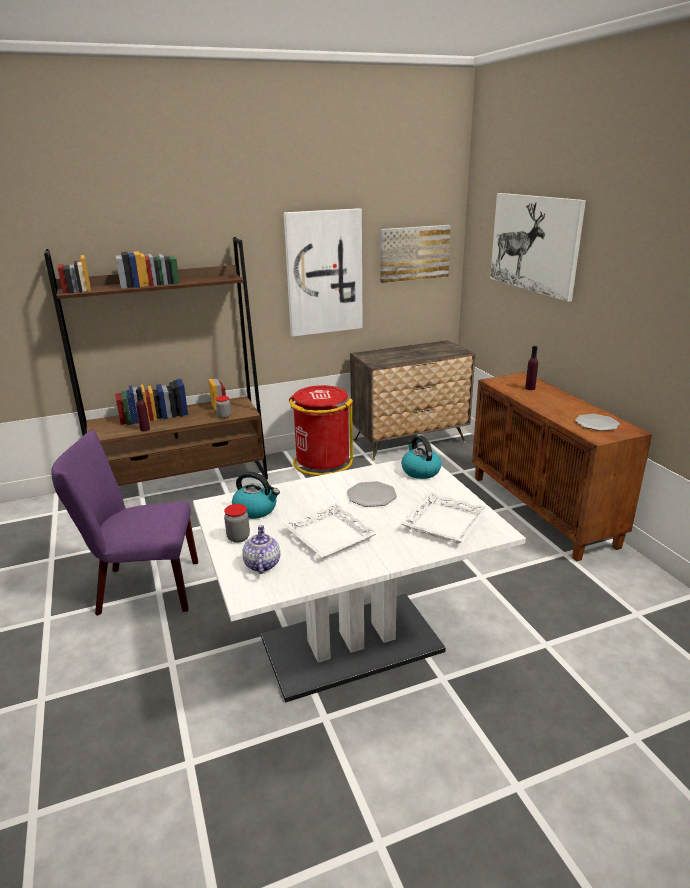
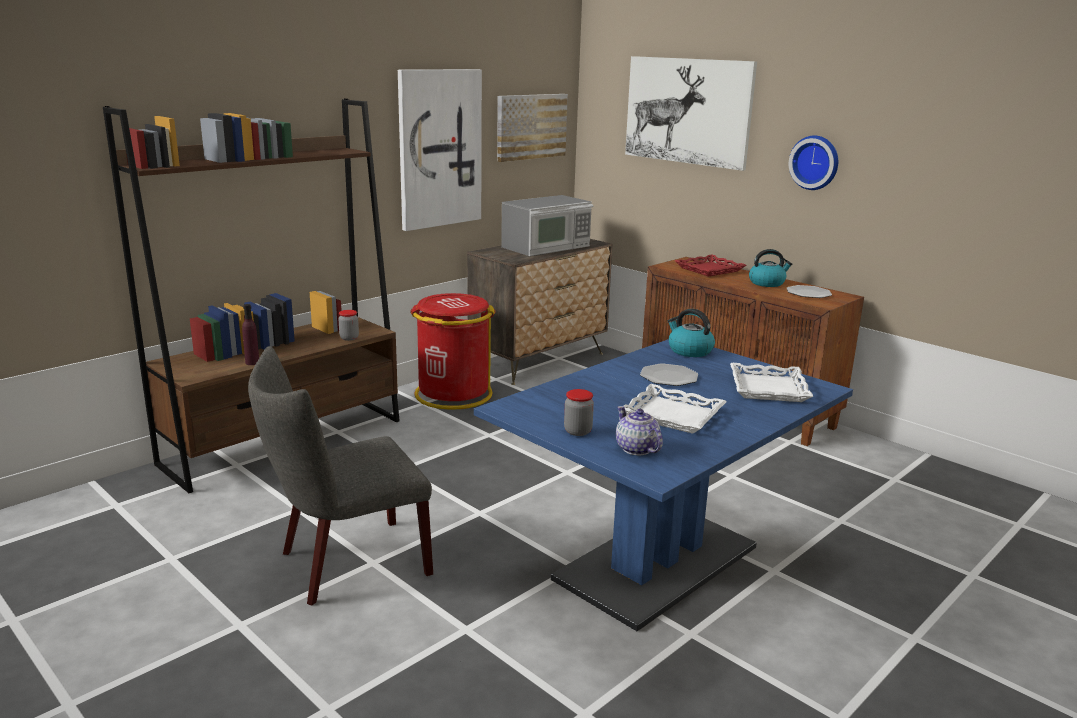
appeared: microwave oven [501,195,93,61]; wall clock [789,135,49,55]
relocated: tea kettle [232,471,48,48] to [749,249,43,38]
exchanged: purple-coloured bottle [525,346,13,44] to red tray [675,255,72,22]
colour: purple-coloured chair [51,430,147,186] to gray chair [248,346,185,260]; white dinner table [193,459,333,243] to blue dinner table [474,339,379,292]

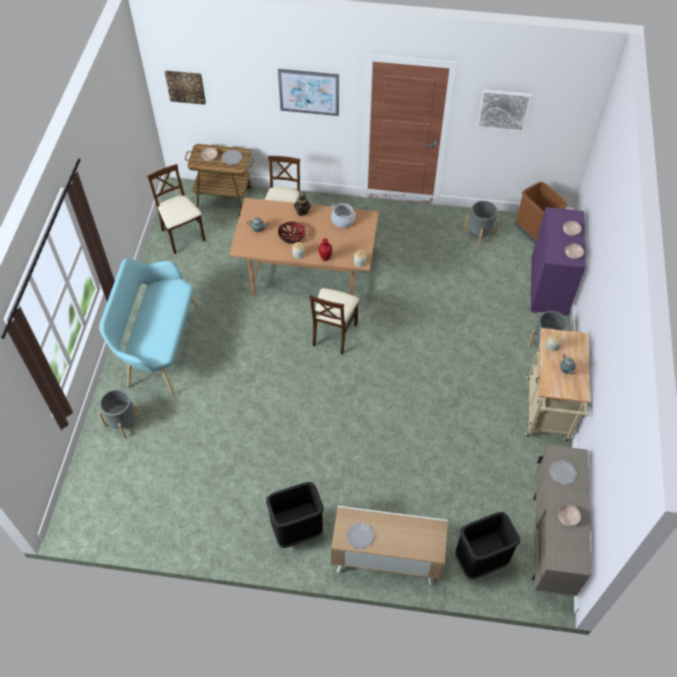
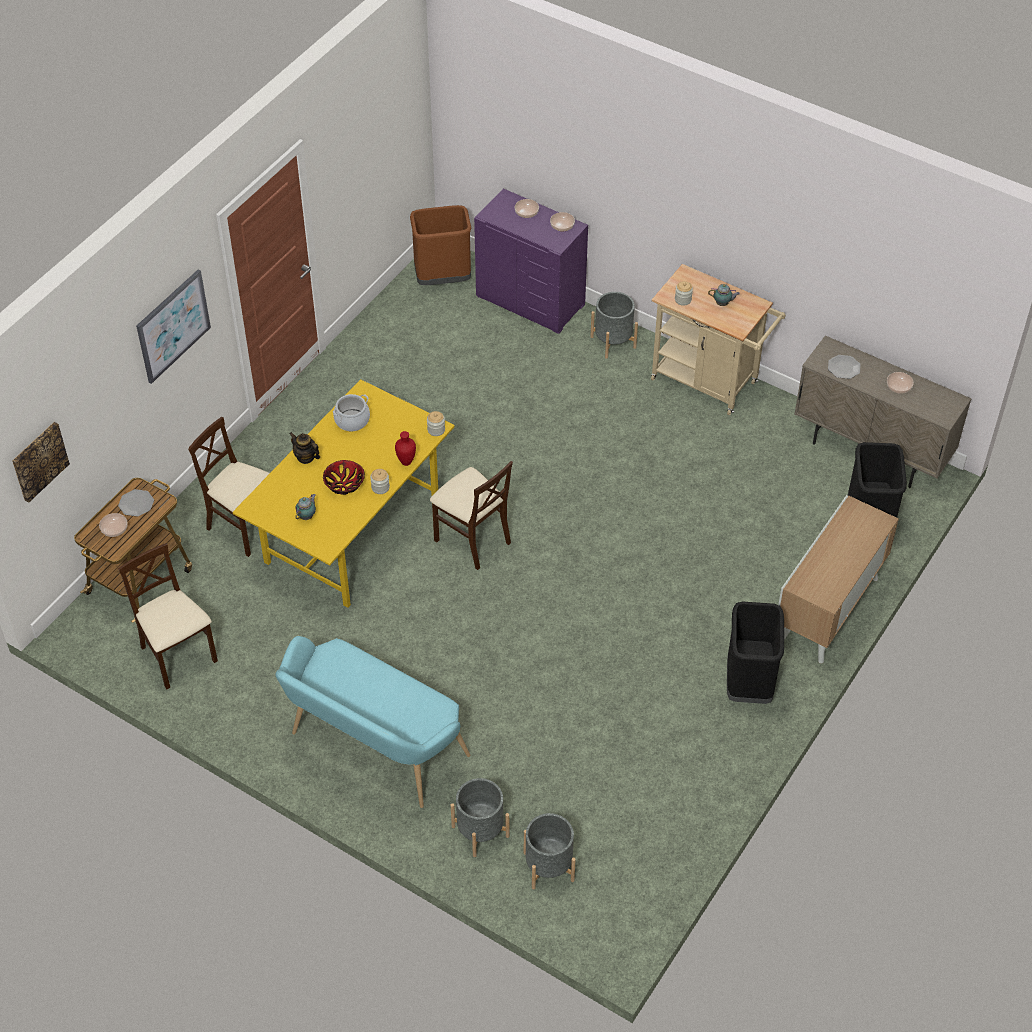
missing: plate [346,522,28,27]; picture [477,89,54,43]
relocated: gray flower pot [464,201,35,45] to [524,813,52,76]
colour: brownish dinner table [229,198,150,98] to yellowish dinner table [233,379,222,229]
spun: sand-coloured chair [147,164,59,91] = [118,543,100,147] 60 degrees clockwise

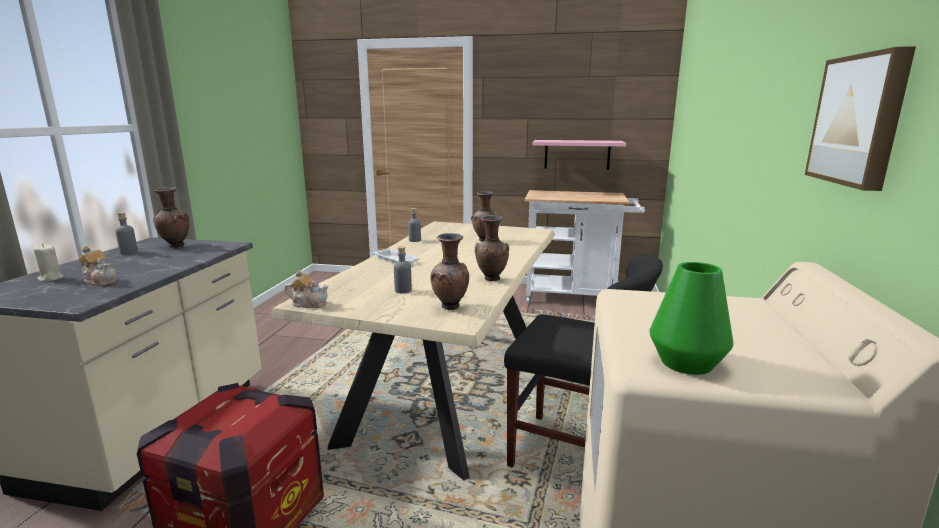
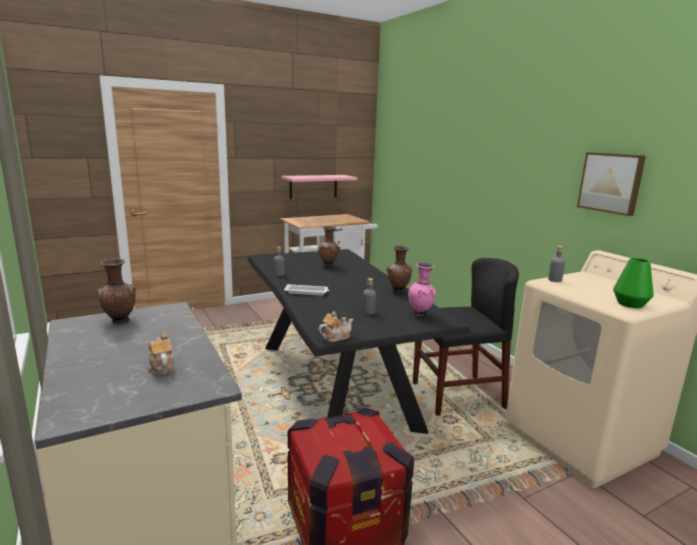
missing: sand-coloured wax light [33,244,31,38]
relocated: gray bottle [115,212,23,43] to [548,246,17,36]
colour: sand-coloured dinner table [269,221,286,260] to blackish dinner table [248,249,223,185]; brownish vase [430,233,39,77] to pink vase [408,262,28,55]
spun: tea pot [78,246,39,40] = [148,333,26,41] 105 degrees counterclockwise

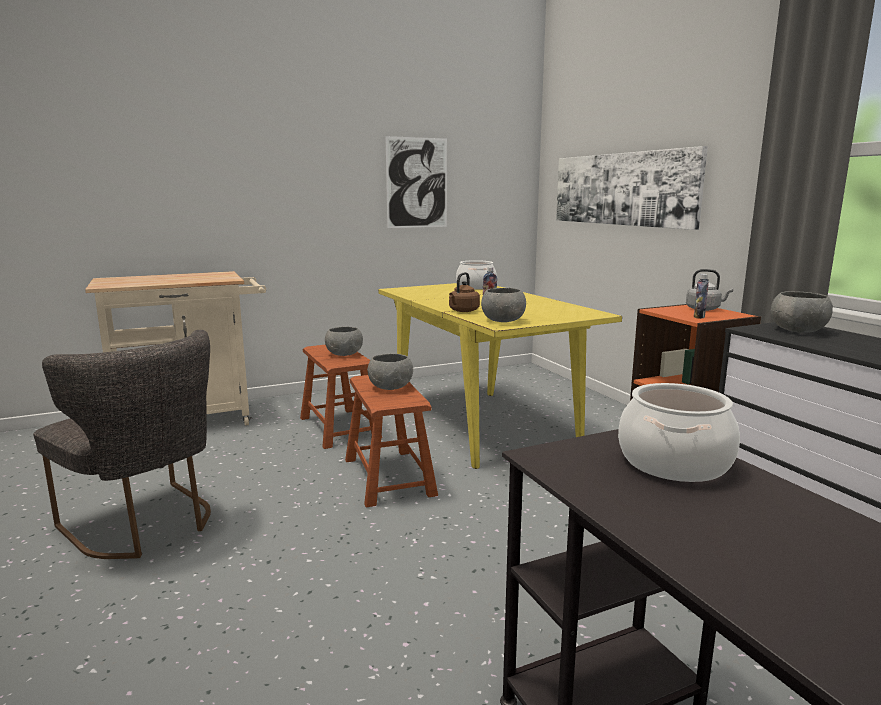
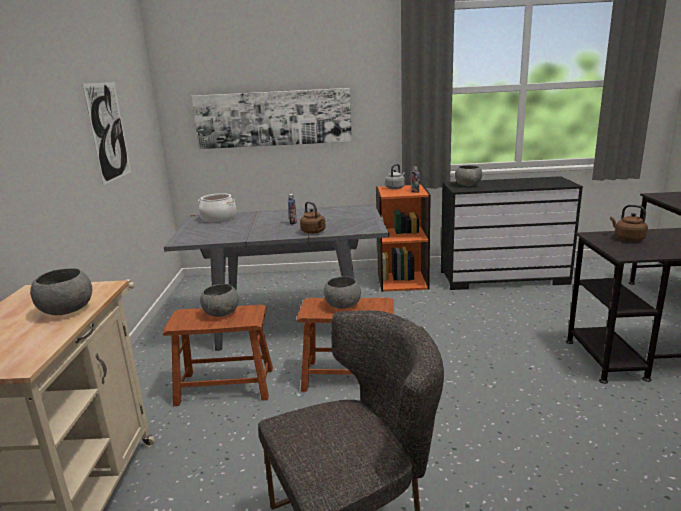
relocated: gray bowl [481,288,45,34] to [30,268,62,47]
exchanged: cooking pot [618,383,122,99] to brownish tea kettle [610,205,38,36]
colour: yellowish dinner table [378,283,244,186] to gray dinner table [164,204,225,147]

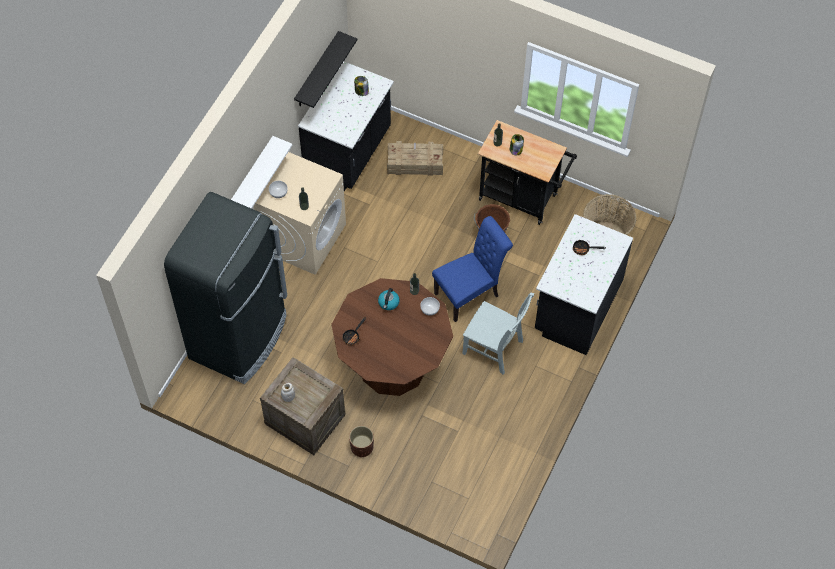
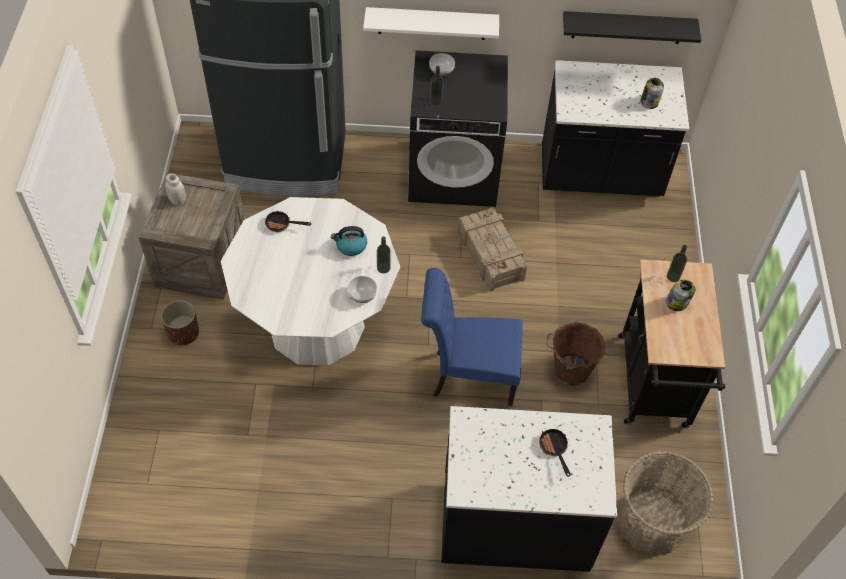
missing: gray chair [462,292,72,82]
relocated: shipping crate [387,141,56,35] to [458,207,69,85]
colour: sand-coloured washing machine [254,152,92,123] to blackish washing machine [408,50,100,157]; brownish dinner table [331,278,122,118] to white dinner table [221,197,179,169]
spun: blue chair [432,216,81,106] = [421,268,102,138] 150 degrees clockwise

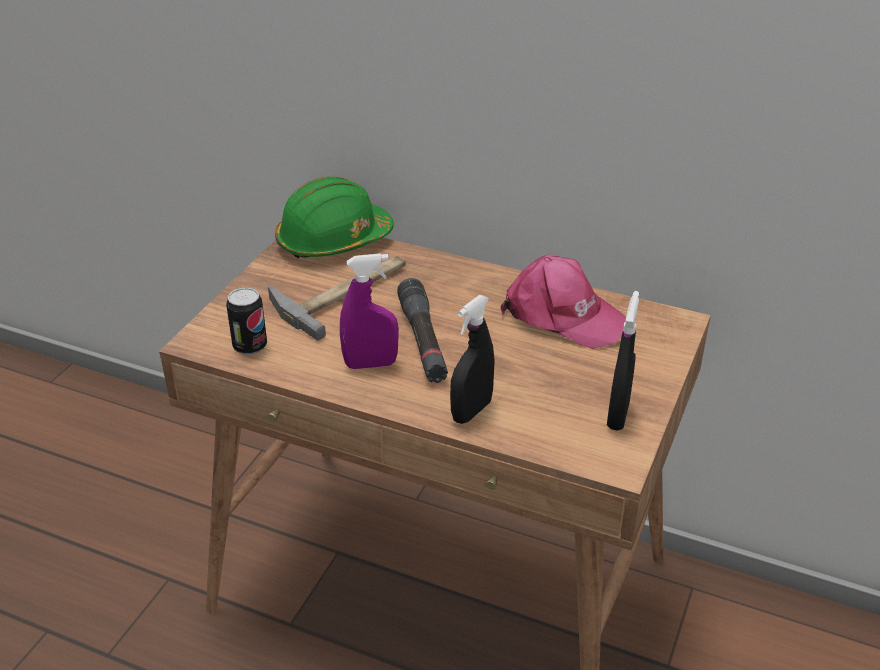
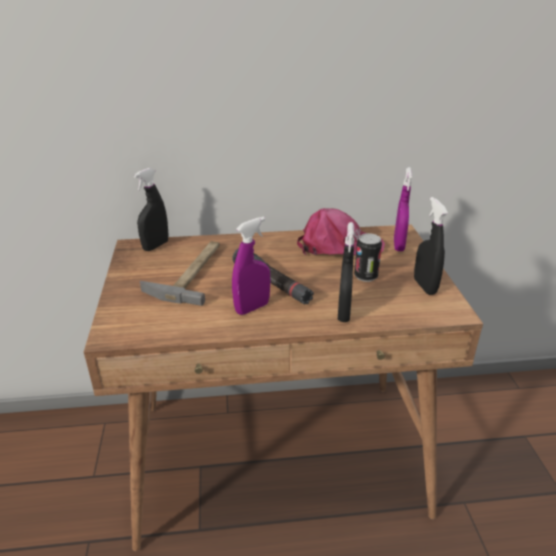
appeared: purple-coloured spray bottle [394,167,18,84]
relocated: sealed can [226,287,41,68] to [354,233,28,49]
exchanged: green work helmet [275,176,119,82] to blackish spray bottle [134,168,34,83]

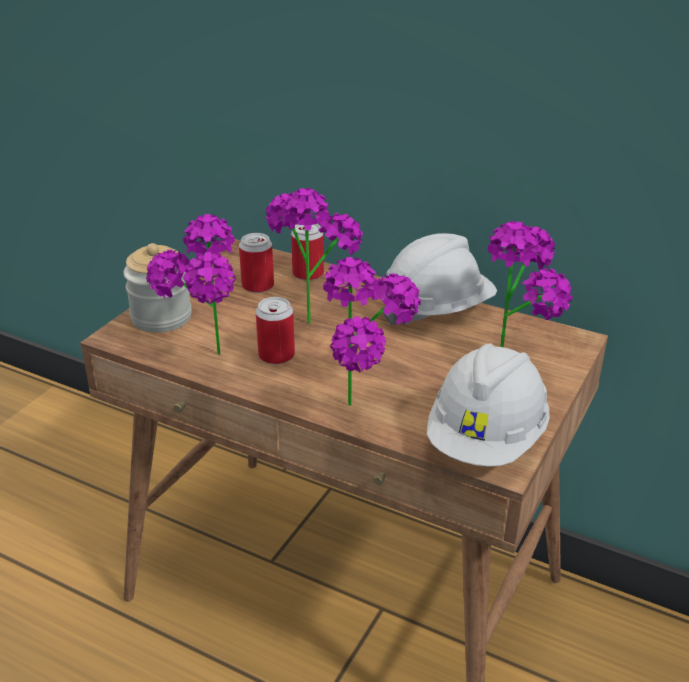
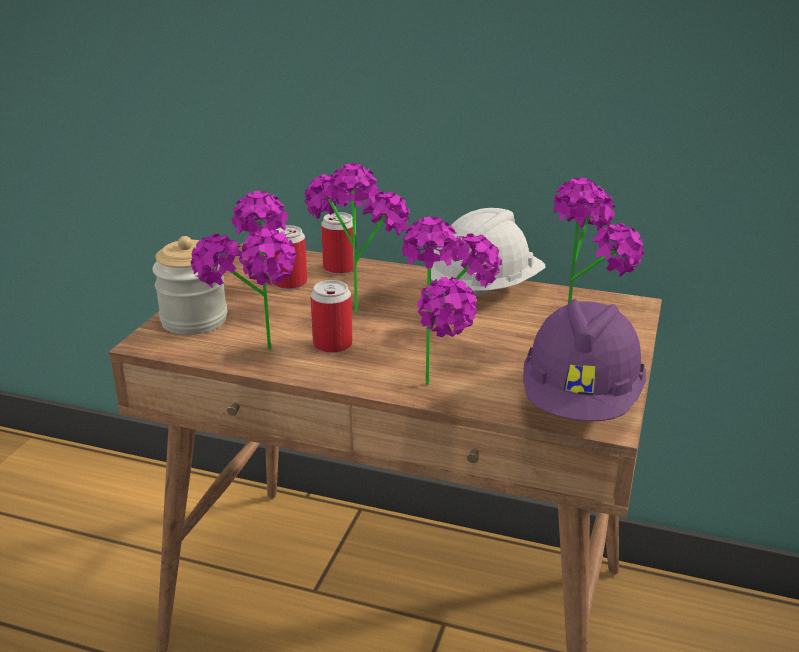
colour: white work helmet [427,343,123,124] to purple-coloured work helmet [523,299,123,122]

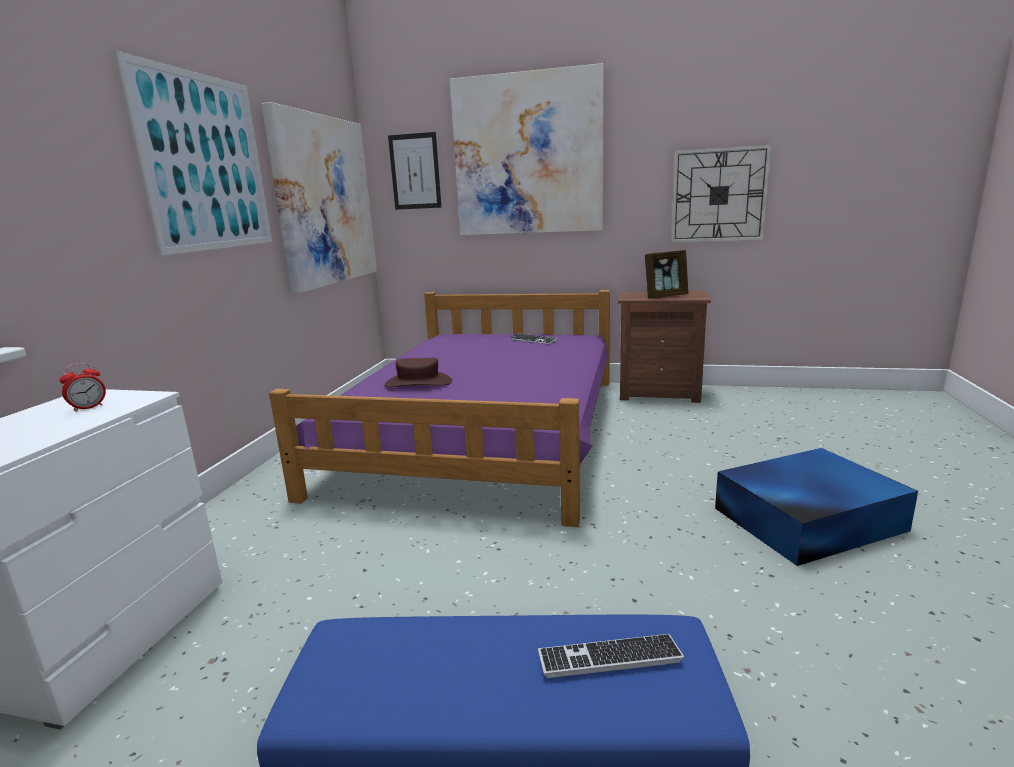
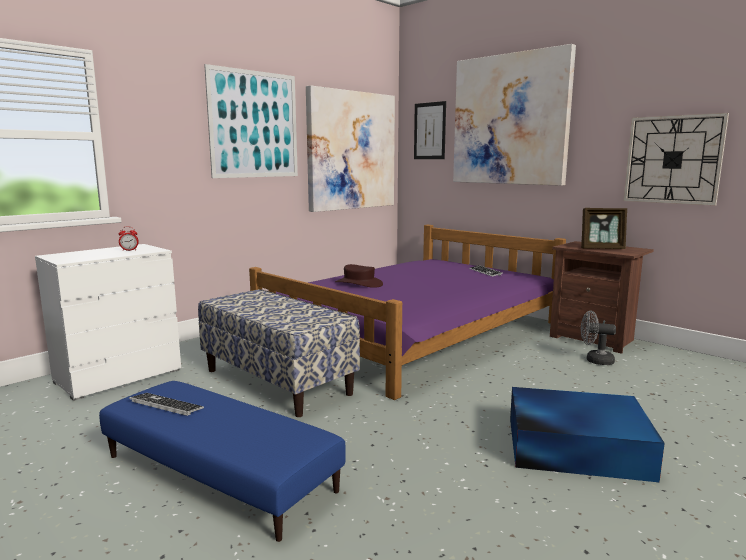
appeared: bench [198,289,162,128]; gray fan [581,311,35,54]
relocated: computer keyboard [538,634,146,44] to [129,393,75,23]

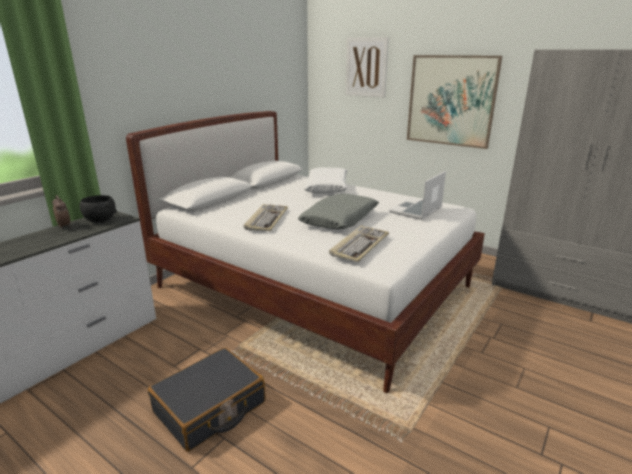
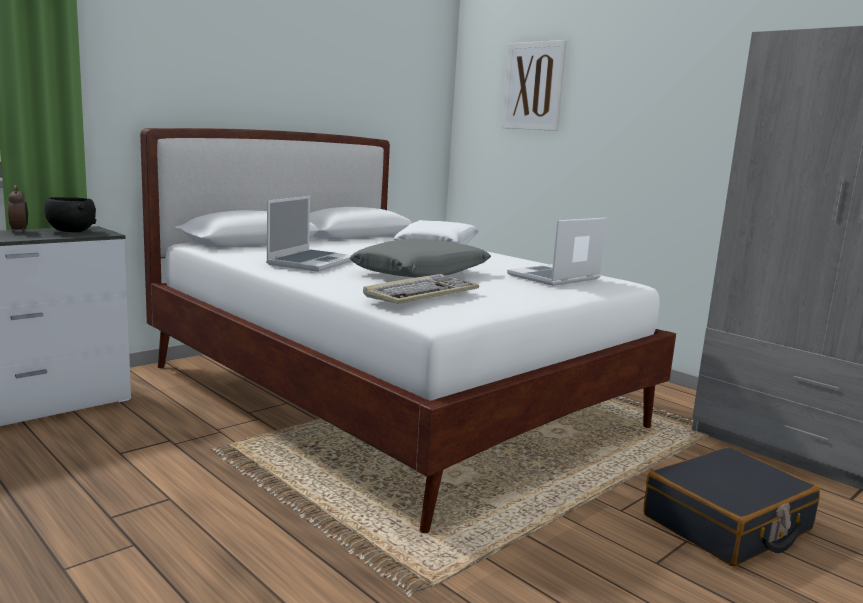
missing: picture [407,55,95,94]
relocated: blackish suitcase [148,348,117,103] to [644,447,176,119]
exchanged: computer keyboard [244,204,44,27] to laptop [266,196,86,76]

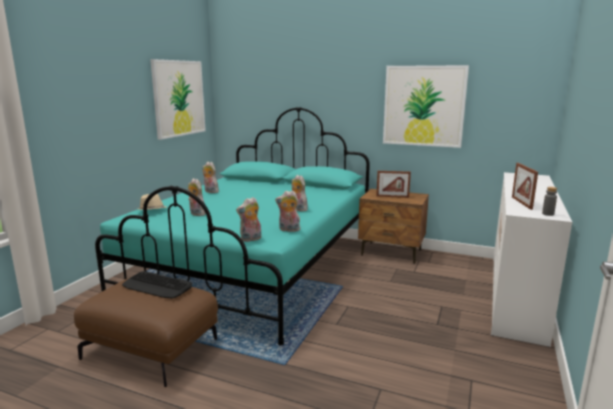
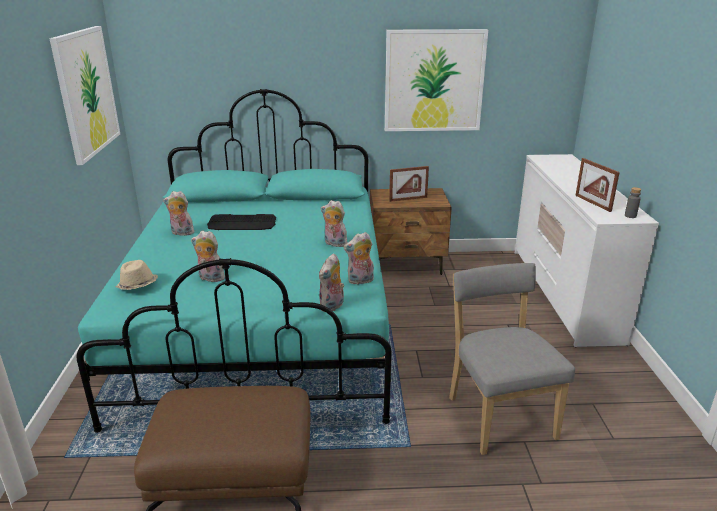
appeared: gray chair [449,263,126,192]
relocated: computer keyboard [122,271,70,28] to [207,214,69,16]

